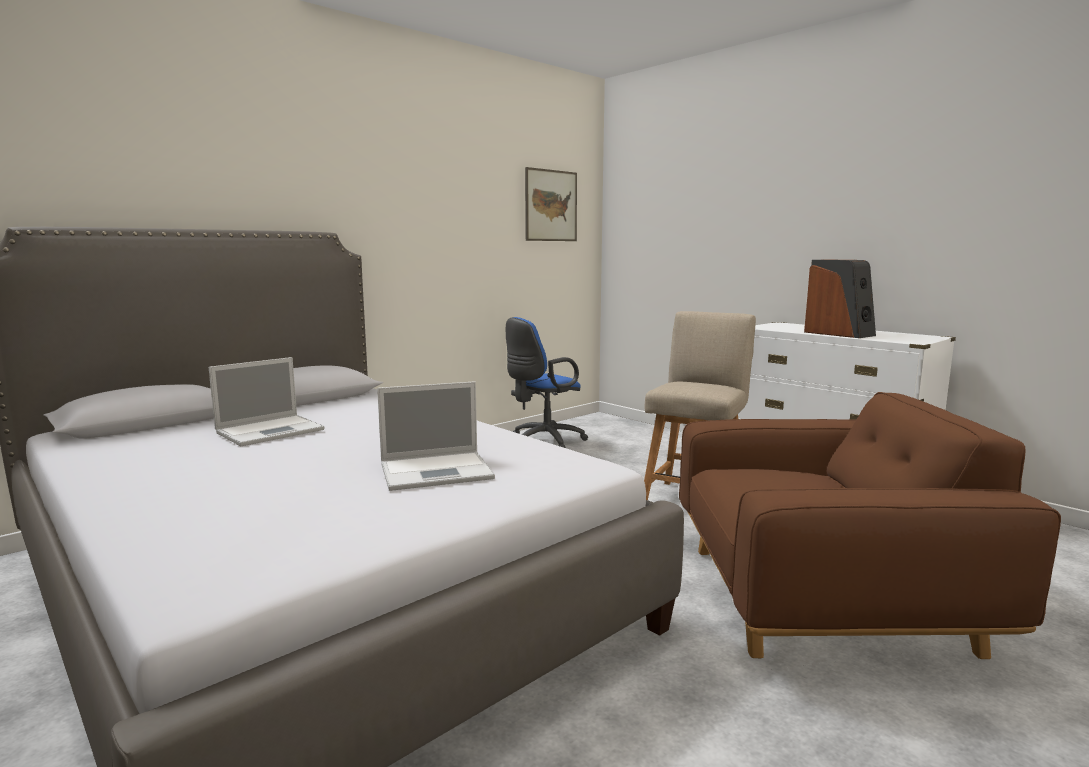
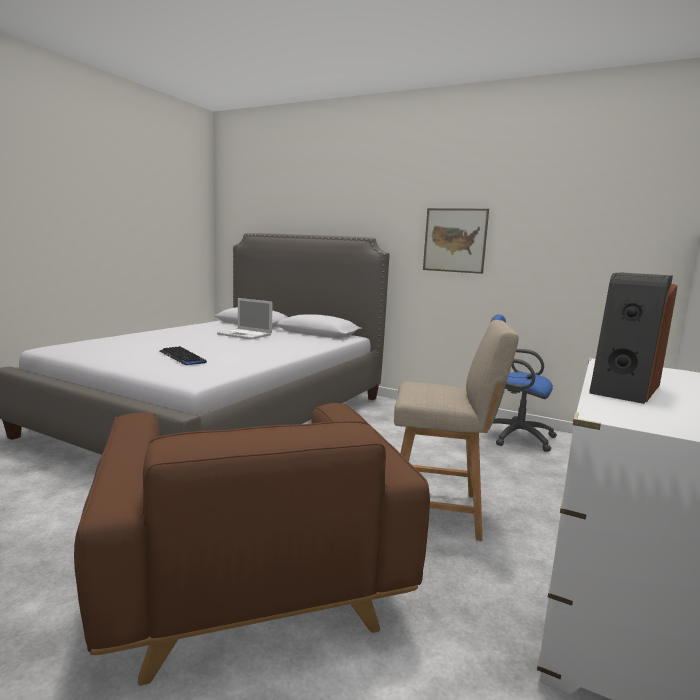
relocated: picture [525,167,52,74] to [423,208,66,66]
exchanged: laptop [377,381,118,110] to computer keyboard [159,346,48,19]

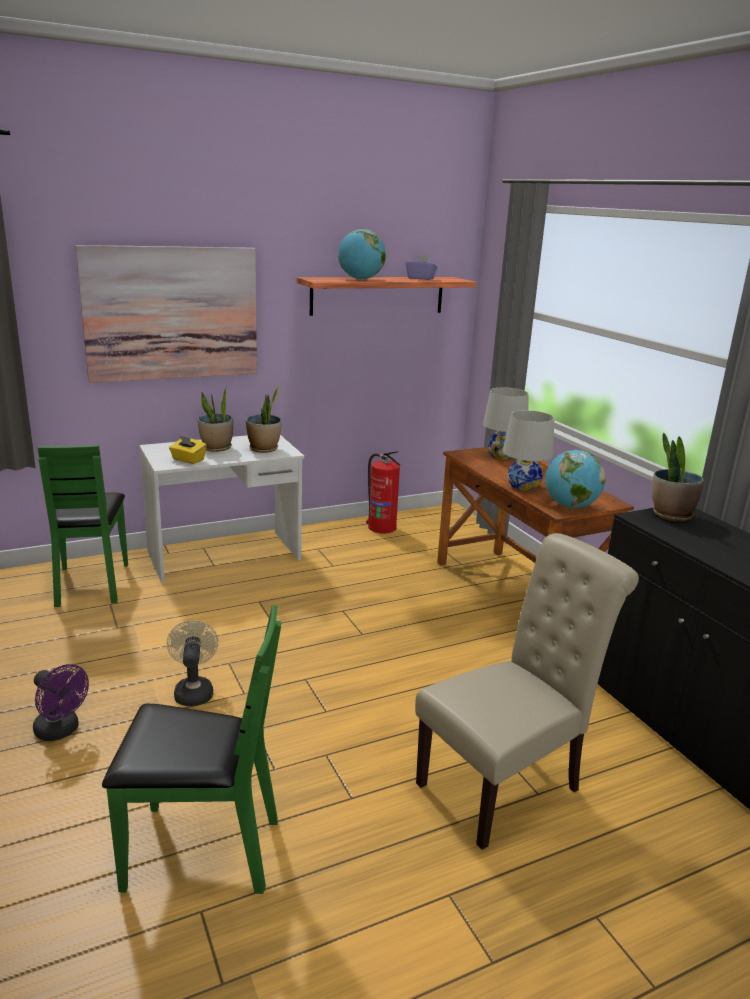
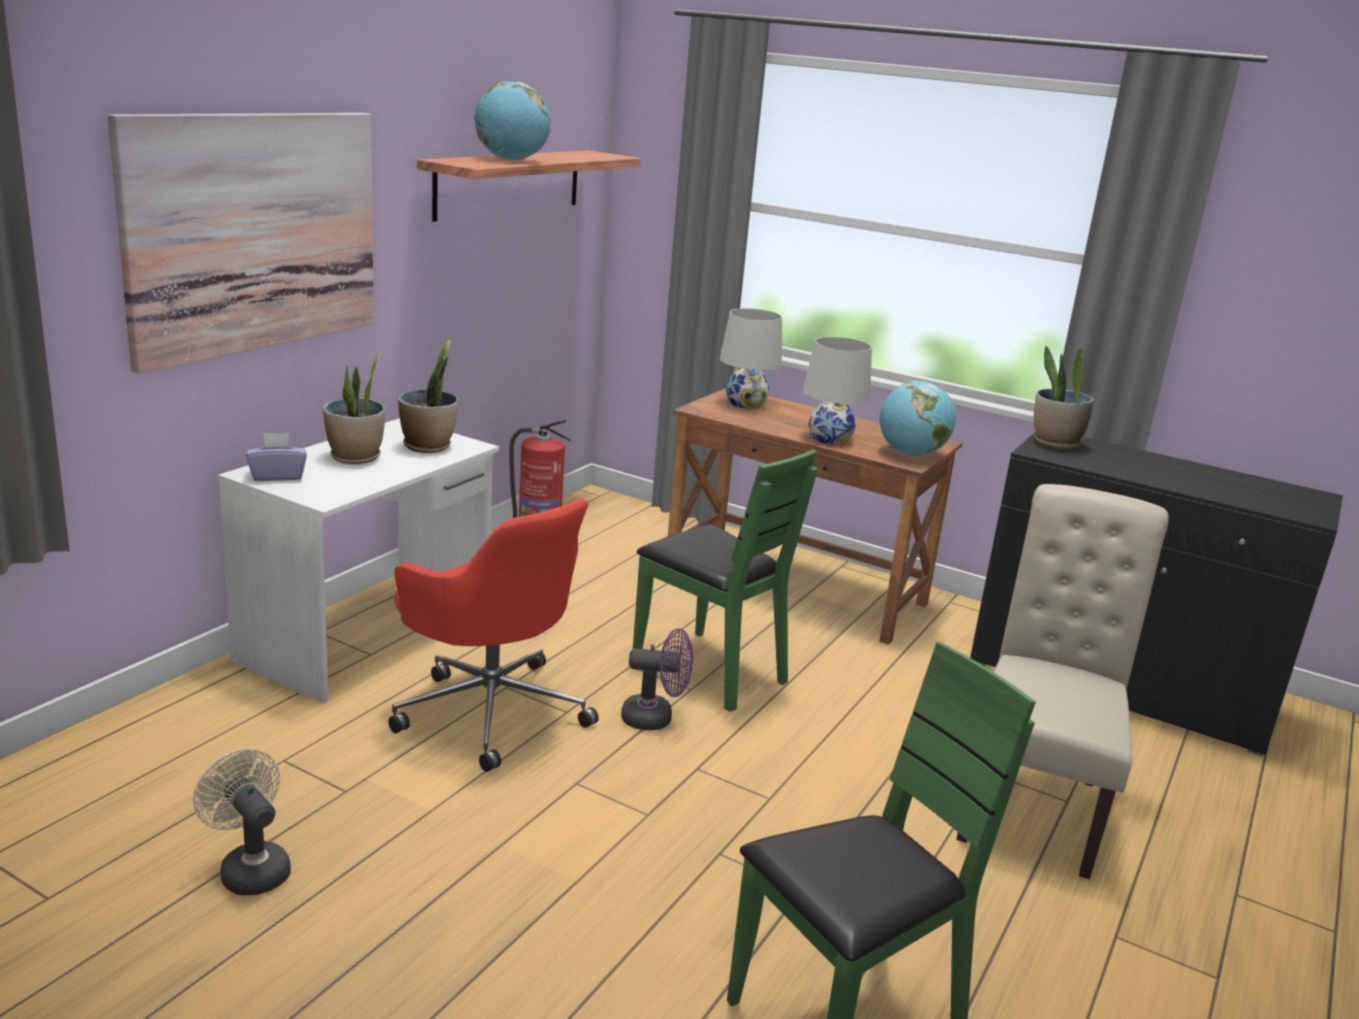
missing: yellowish box of tissues [169,436,38,28]
appeared: red desk chair [388,498,211,274]
relocated: purple-coloured fan [33,664,56,77] to [621,628,72,102]; green chair [38,445,90,162] to [633,449,185,263]; sand-coloured fan [167,620,52,86] to [193,749,98,147]; purple-coloured box of tissues [406,255,31,25] to [246,433,61,48]

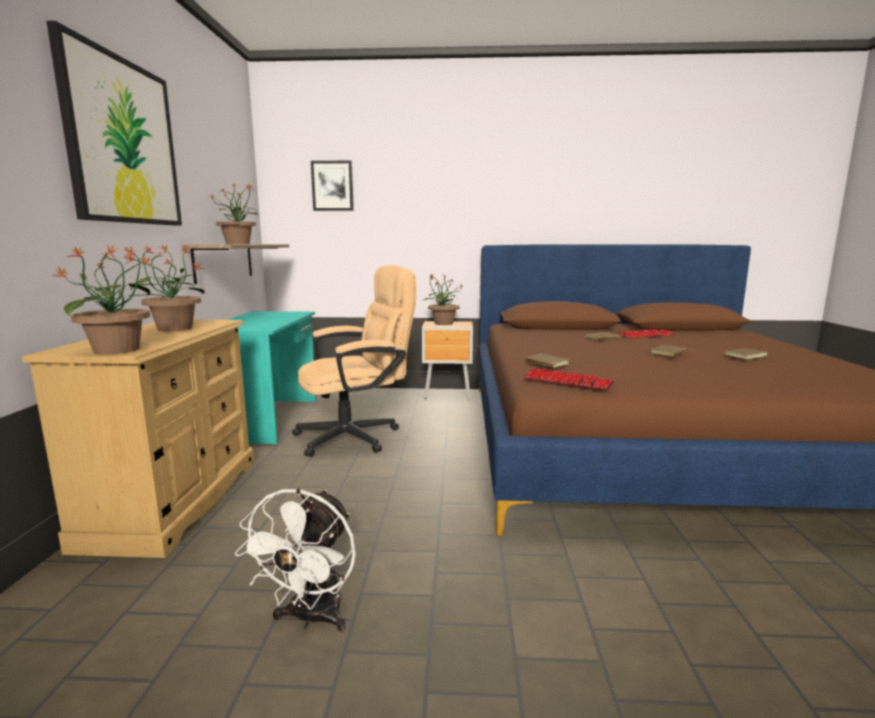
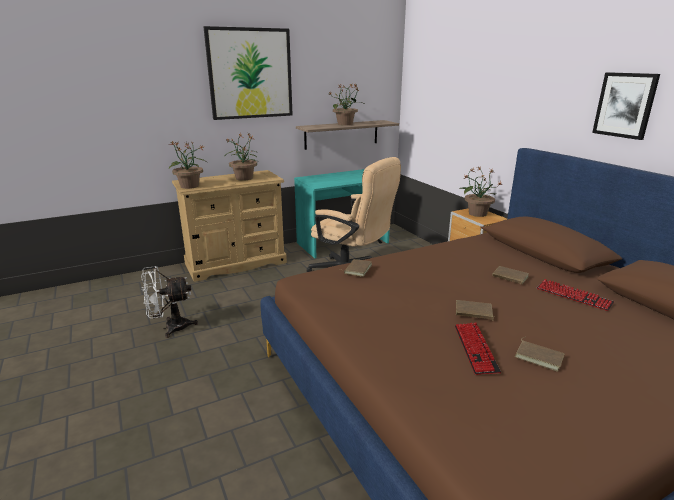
relocated: picture [311,161,43,50] to [592,72,68,68]; computer keyboard [524,368,90,22] to [455,323,46,52]

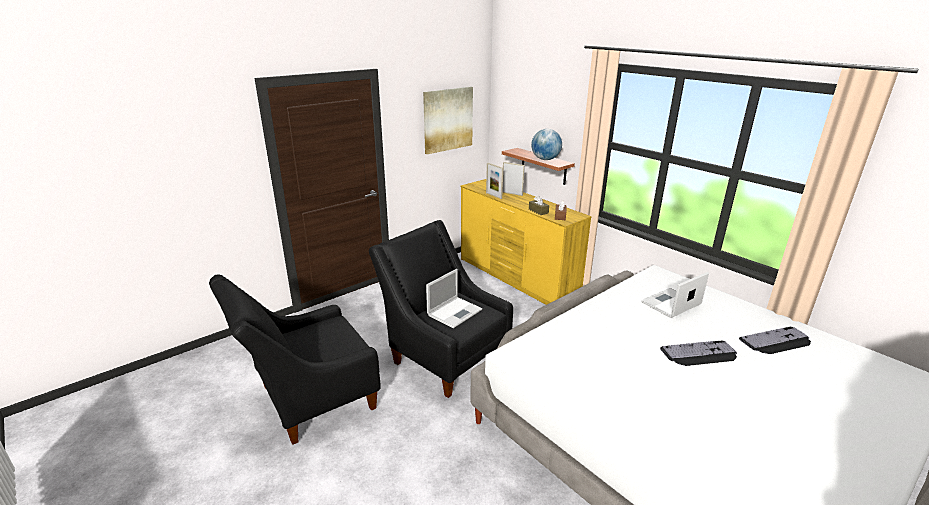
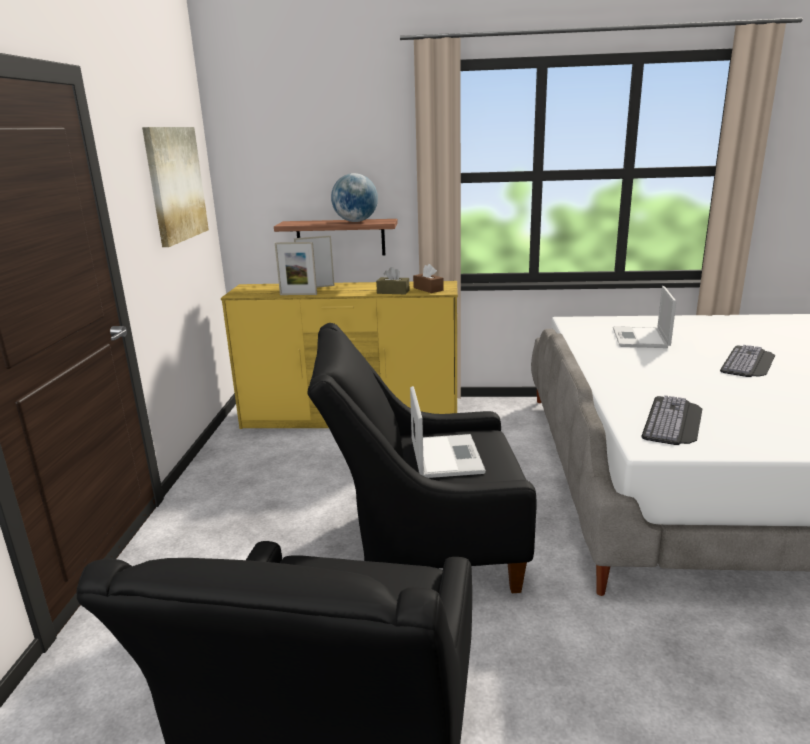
relocated: computer keyboard [739,327,72,27] to [642,395,60,50]

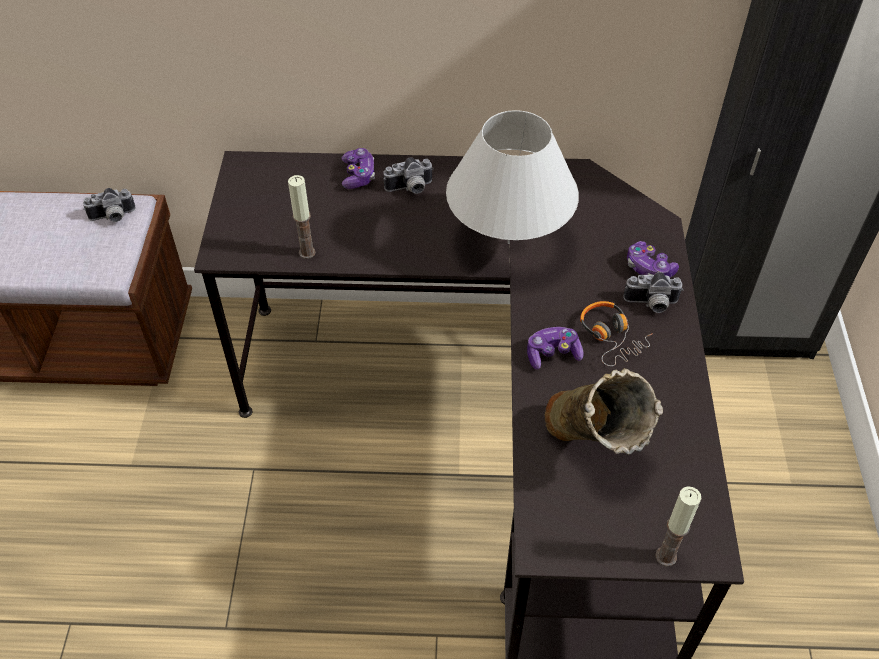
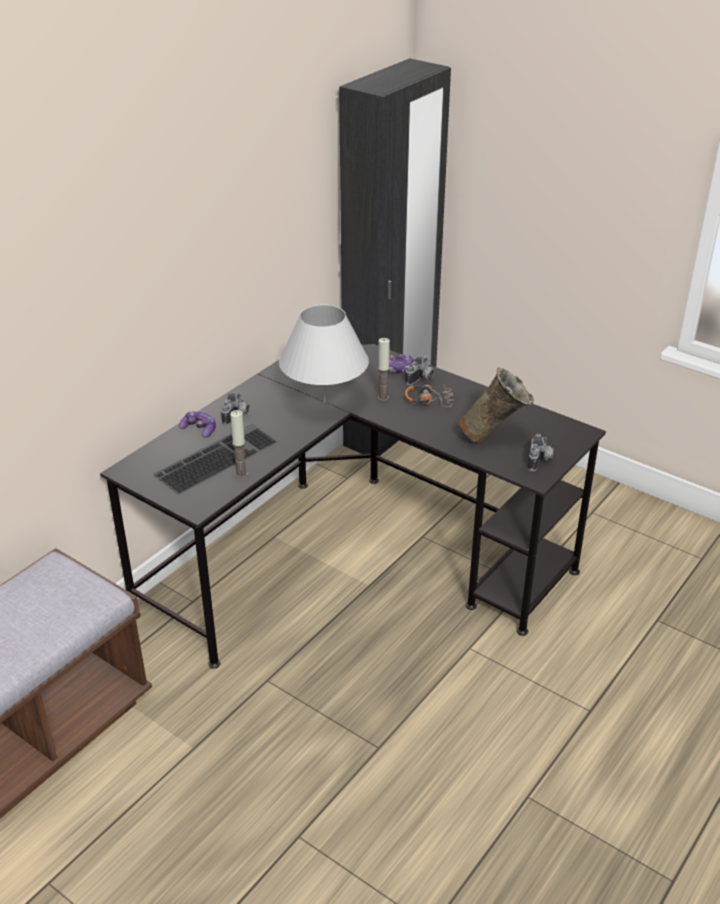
missing: joypad [527,327,56,43]
appeared: computer keyboard [153,424,125,71]
relocated: photo camera [83,188,52,34] to [528,434,26,37]; wax light [655,486,46,80] to [378,338,12,63]

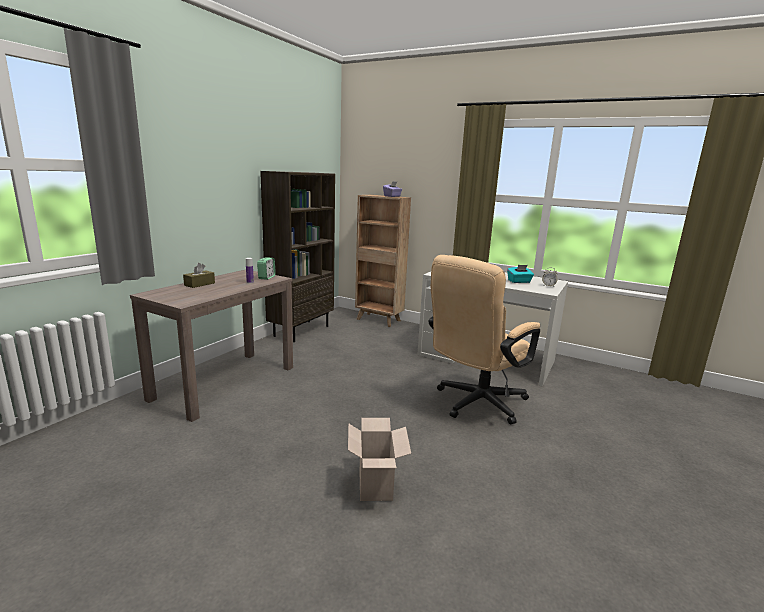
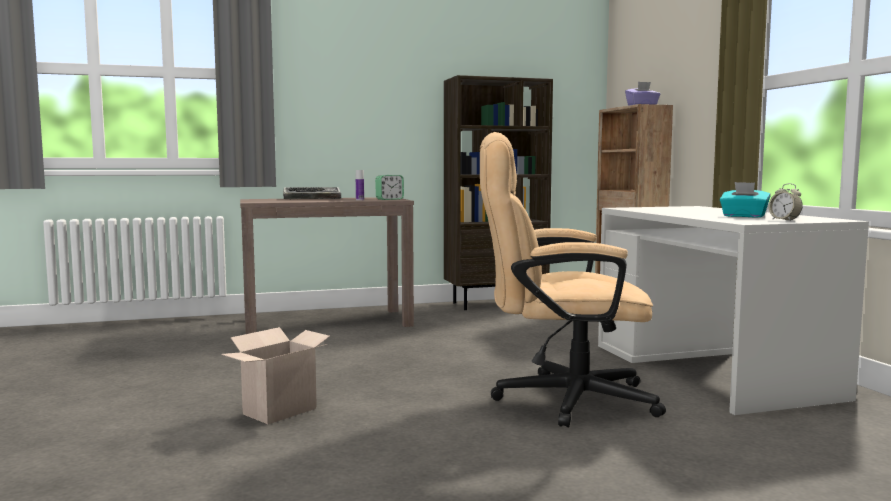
exchanged: brownish box of tissues [183,263,32,25] to computer keyboard [283,187,58,13]

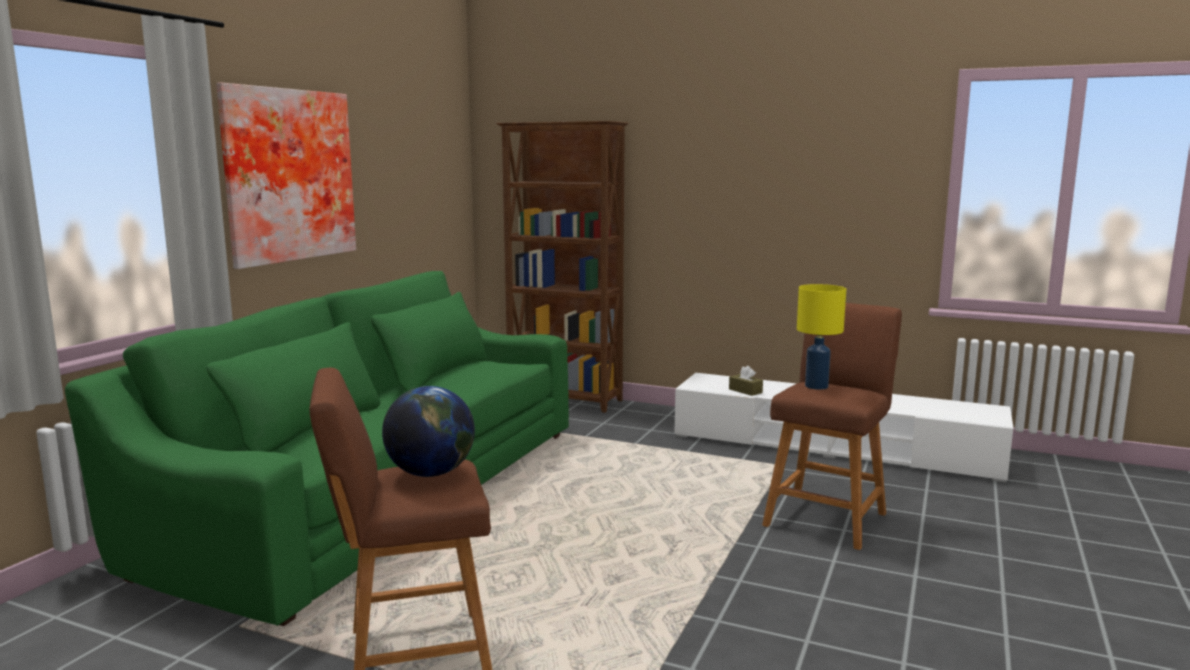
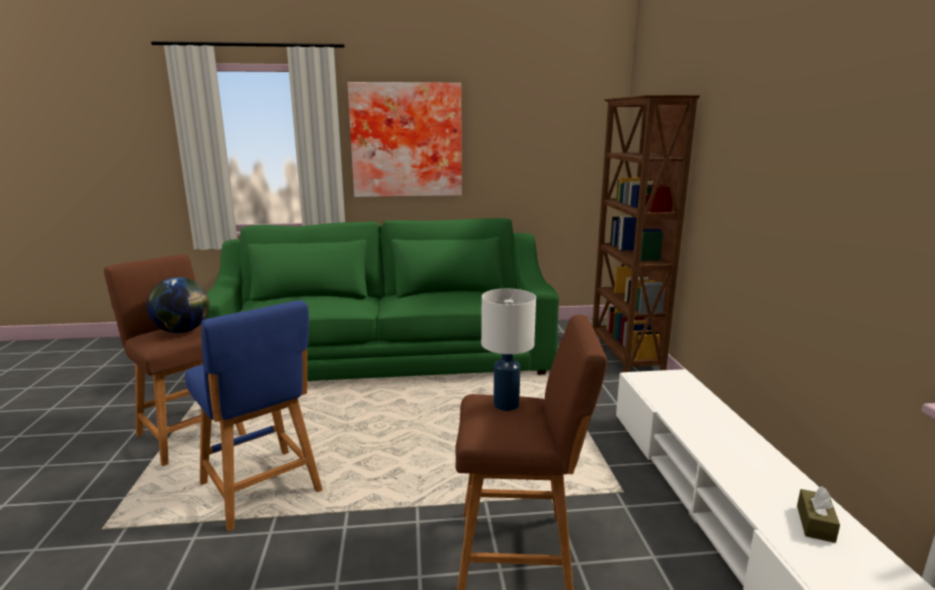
appeared: blue sitting stool [185,300,138,231]
relocated: brownish box of tissues [729,366,34,30] to [797,486,43,57]
colour: yellowish table lamp [797,284,49,106] to white table lamp [481,289,55,122]

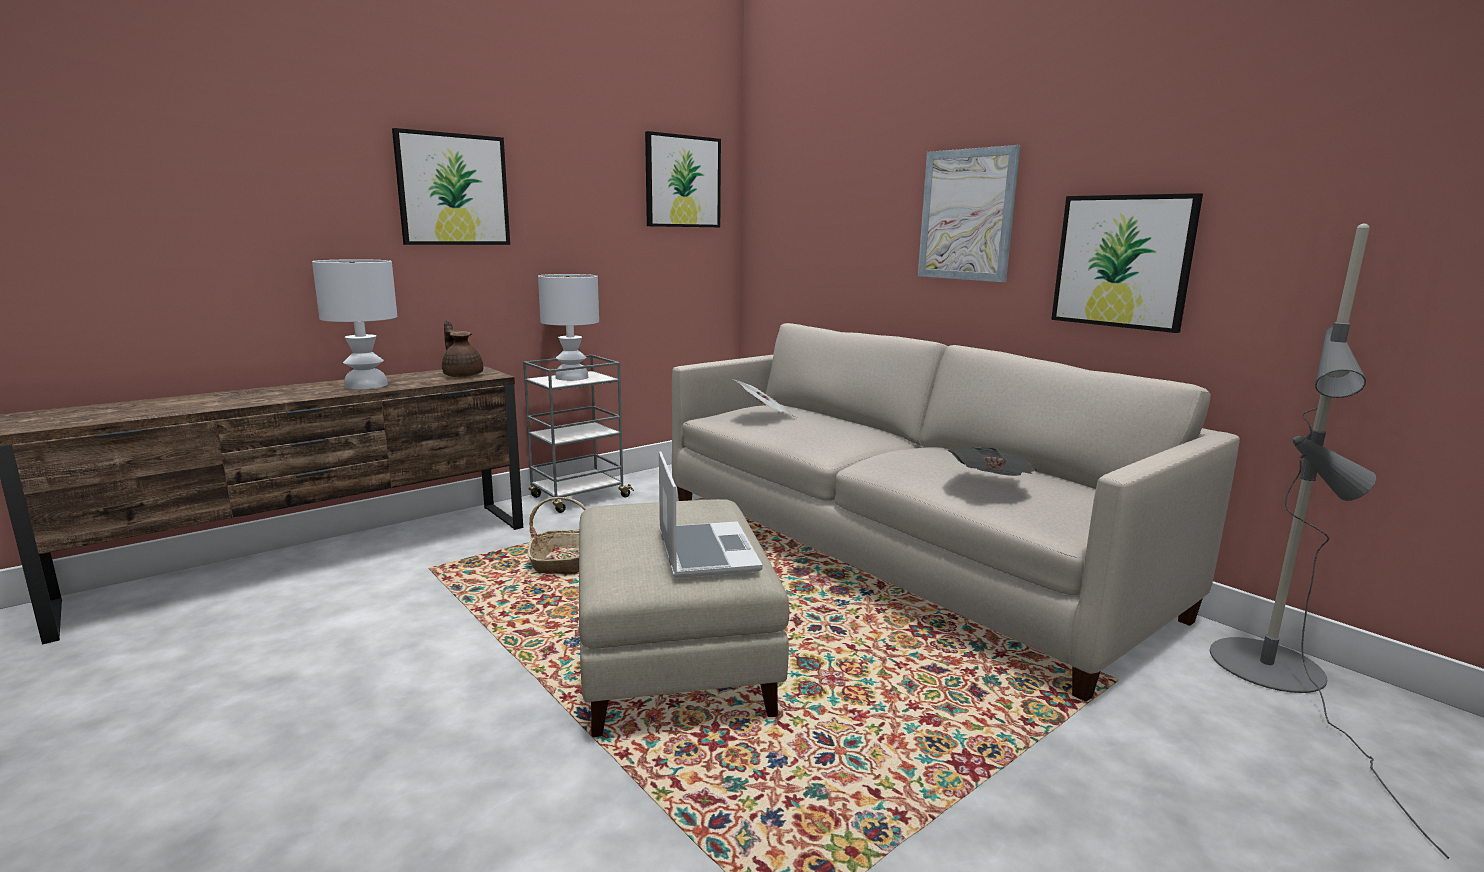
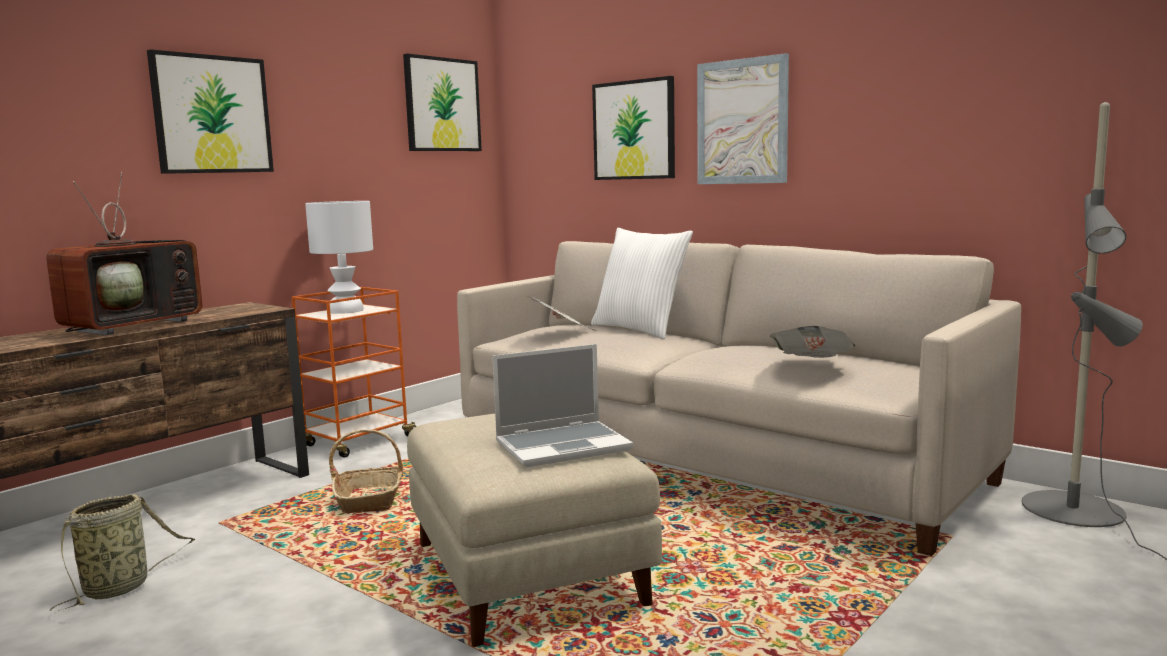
missing: brownish tea pot [442,320,41,57]
appeared: basket [50,494,145,117]; white cushion [591,228,102,112]
relocated: picture [1051,193,152,140] to [592,76,83,104]
exchanged: white table lamp [312,259,85,131] to television [46,172,156,163]
colour: gray wheeled cart [523,355,111,158] to orangey wheeled cart [292,287,125,171]
spun: laptop [659,451,104,127] = [493,344,140,124] 90 degrees clockwise

